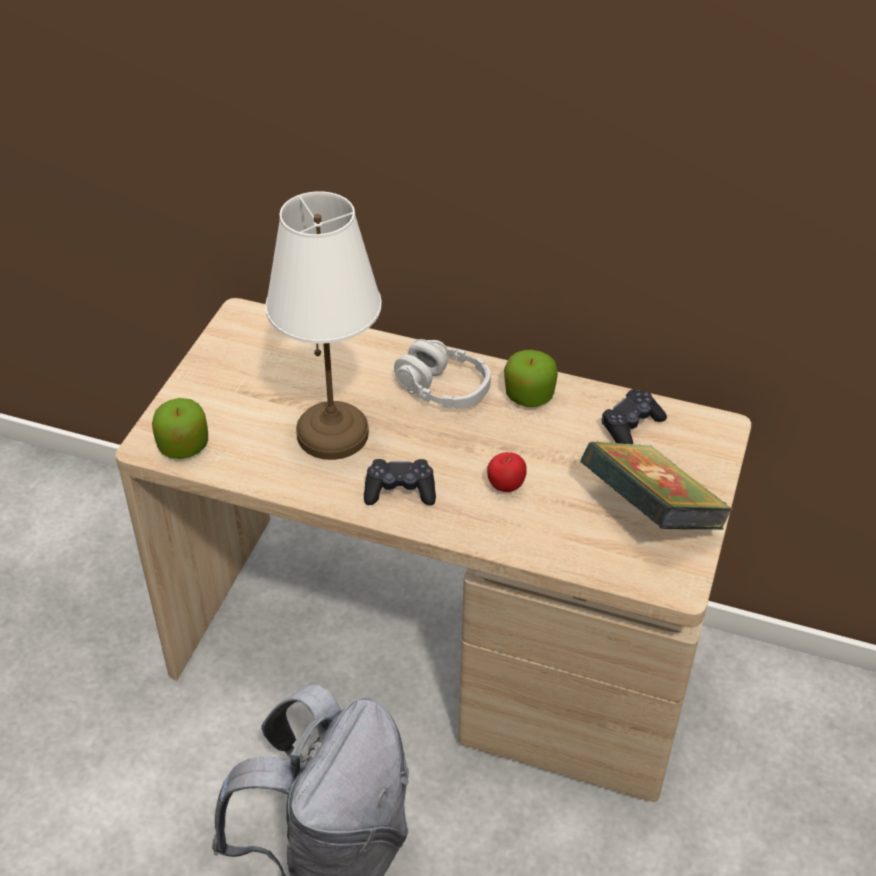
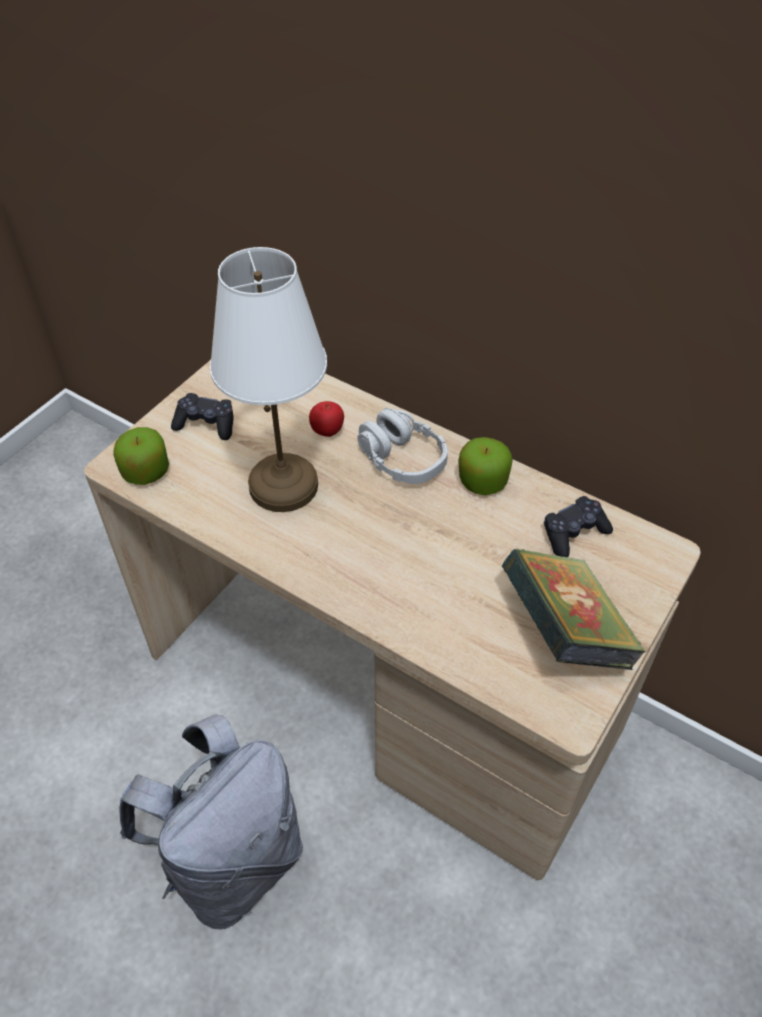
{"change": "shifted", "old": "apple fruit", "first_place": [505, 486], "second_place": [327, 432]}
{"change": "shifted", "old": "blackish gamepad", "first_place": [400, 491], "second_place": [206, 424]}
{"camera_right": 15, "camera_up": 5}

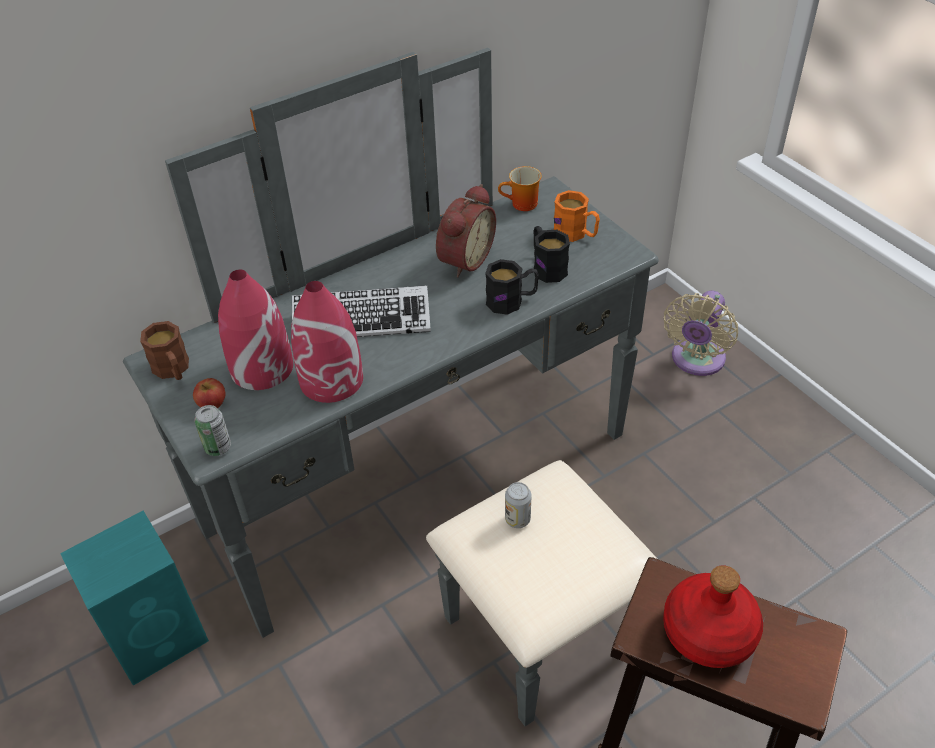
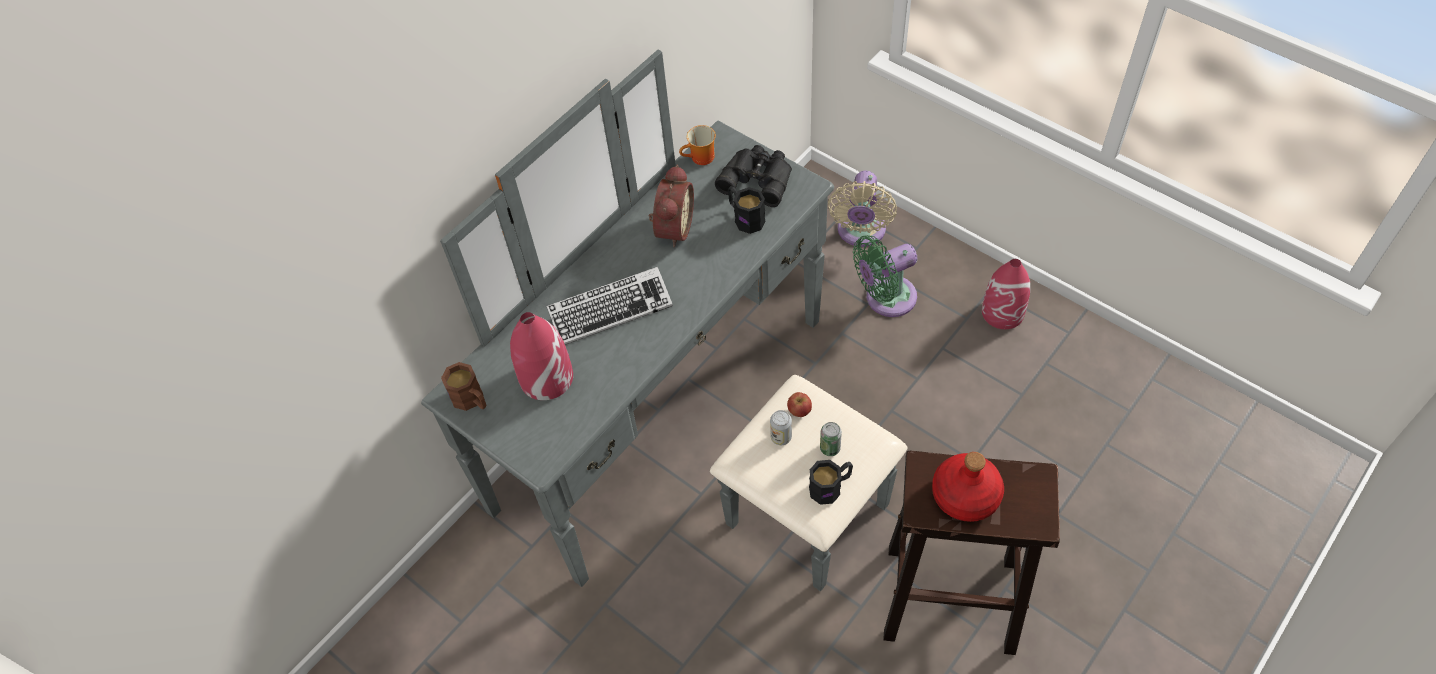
{"change": "swapped", "old": "orangey coffee mug", "new": "blackish pair of binoculars", "first_place": [576, 234], "second_place": [758, 178]}
{"change": "shifted", "old": "blackish coffee mug", "first_place": [512, 301], "second_place": [831, 487]}
{"change": "shifted", "old": "red-coloured flower vase", "first_place": [332, 380], "second_place": [1003, 312]}
{"change": "shifted", "old": "apple fruit", "first_place": [213, 405], "second_place": [799, 411]}
{"change": "shifted", "old": "metal can", "first_place": [218, 447], "second_place": [830, 448]}
{"change": "gone", "old": "blue-green audio speaker", "first_place": [159, 635]}
{"change": "new", "new": "green-coloured fan", "second_place": [885, 298]}
{"camera_right": -15, "camera_up": 10}

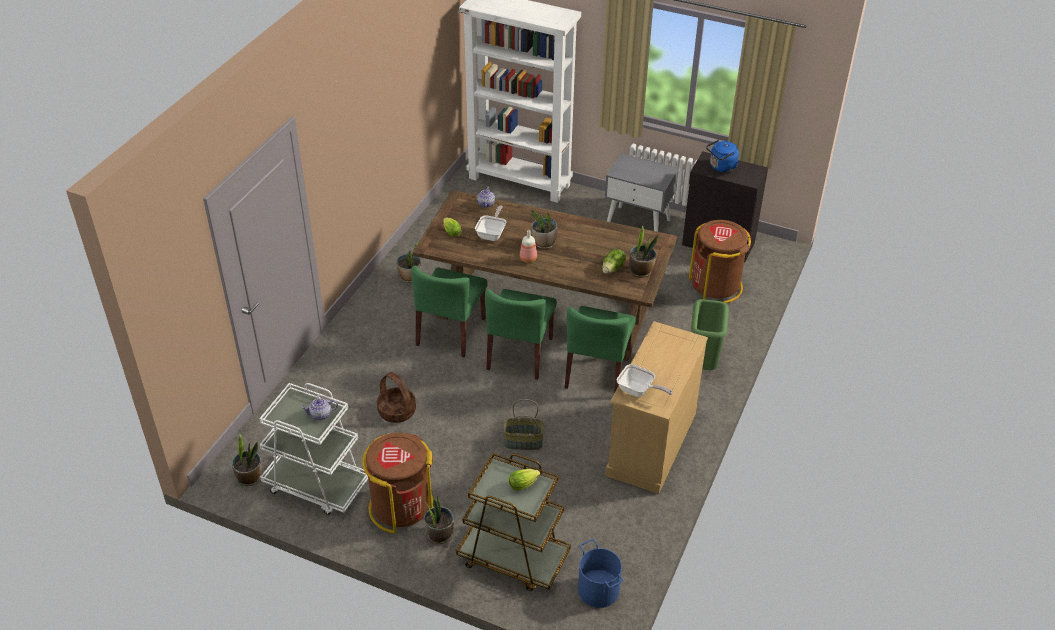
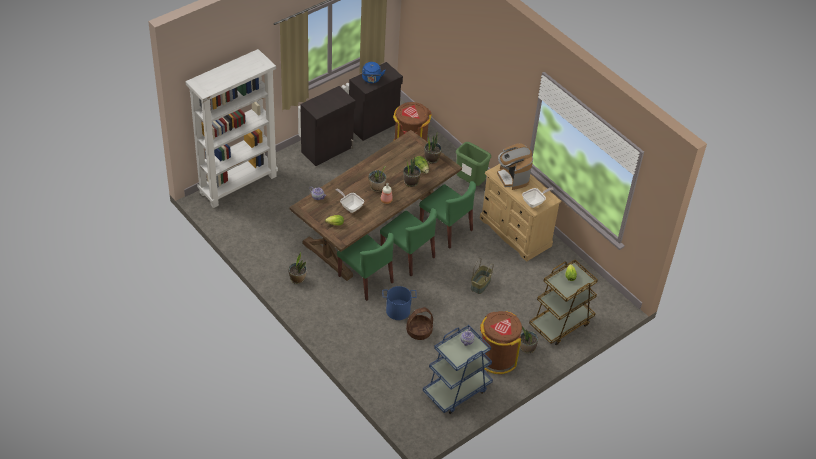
{"change": "swapped", "old": "greyish nightstand", "new": "blackish cabinet", "first_place": [638, 224], "second_place": [328, 150]}
{"change": "repainted", "old": "white-coloured cart", "new": "blue cart", "first_place": [316, 485], "second_place": [456, 390]}
{"change": "shifted", "old": "plant in a pot", "first_place": [249, 478], "second_place": [411, 182]}
{"change": "shifted", "old": "blue pail", "first_place": [598, 590], "second_place": [398, 311]}
{"change": "new", "new": "coffee brewer", "second_place": [512, 177]}
{"camera_right": -65, "camera_up": 5}

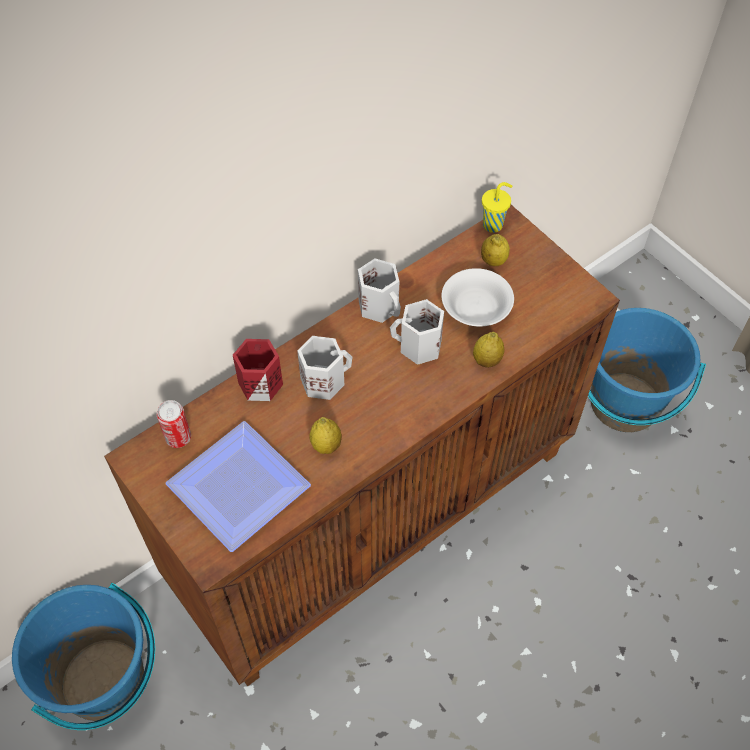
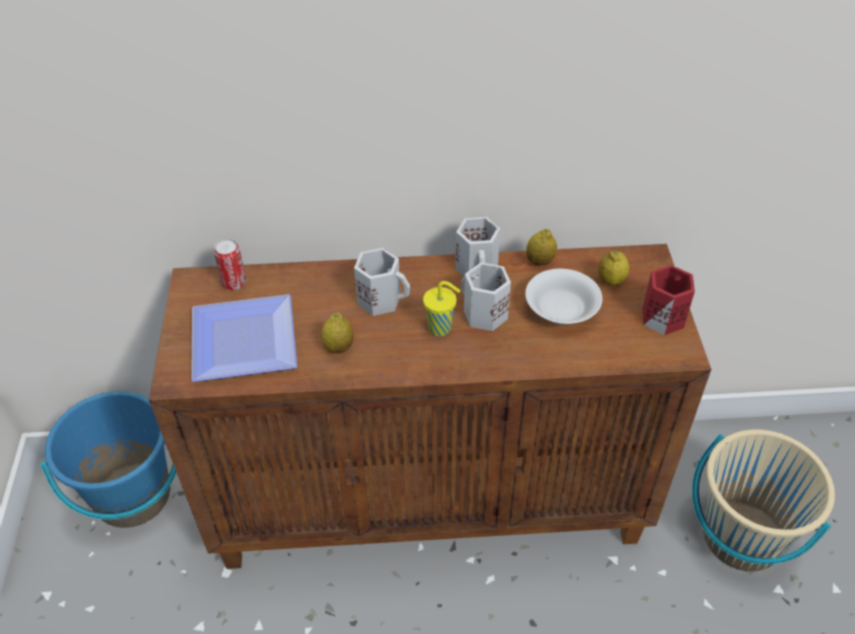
{"change": "shifted", "old": "yellow-coloured small cup", "first_place": [494, 224], "second_place": [441, 328]}
{"change": "repainted", "old": "blue pail", "new": "sand-coloured pail", "first_place": [624, 404], "second_place": [741, 537]}
{"change": "shifted", "old": "lemon", "first_place": [487, 360], "second_place": [539, 261]}
{"change": "shifted", "old": "red-coloured coffee mug", "first_place": [259, 382], "second_place": [662, 316]}
{"camera_right": 35, "camera_up": -10}

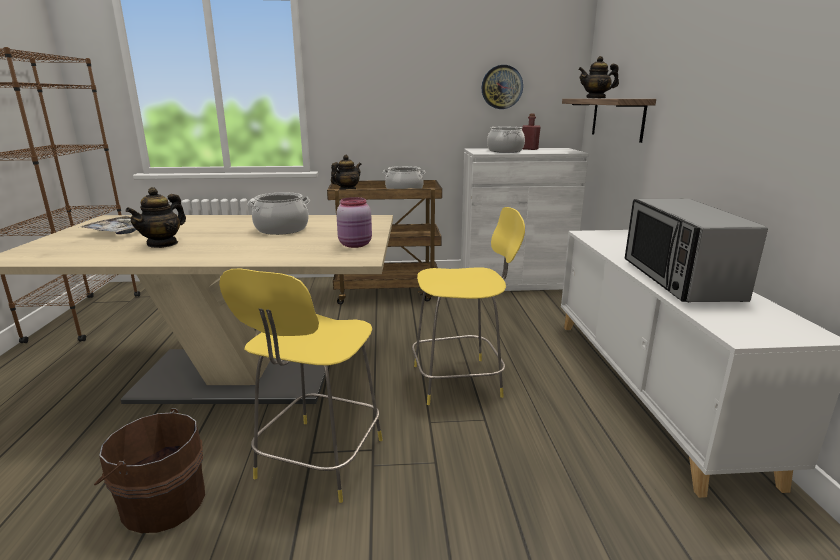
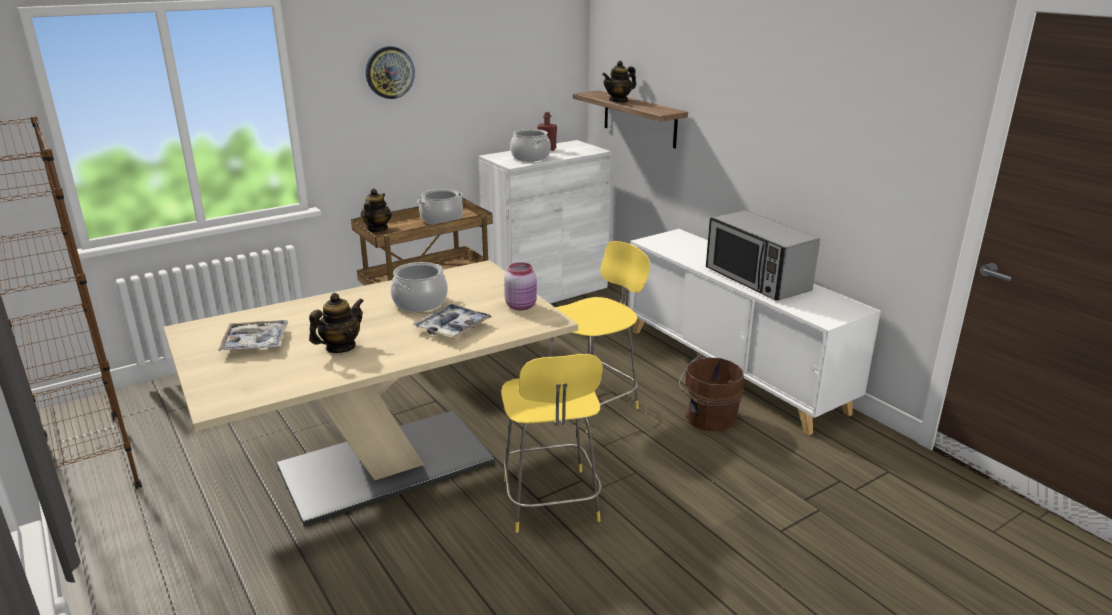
{"change": "shifted", "old": "clock on the wall", "first_place": [501, 87], "second_place": [389, 72]}
{"change": "rotated", "old": "teapot", "first_place": [163, 244], "second_place": [340, 347], "degrees": -135}
{"change": "shifted", "old": "brown pail", "first_place": [161, 502], "second_place": [708, 417]}
{"change": "new", "new": "carrying tray", "second_place": [453, 328]}
{"camera_right": -30, "camera_up": 5}

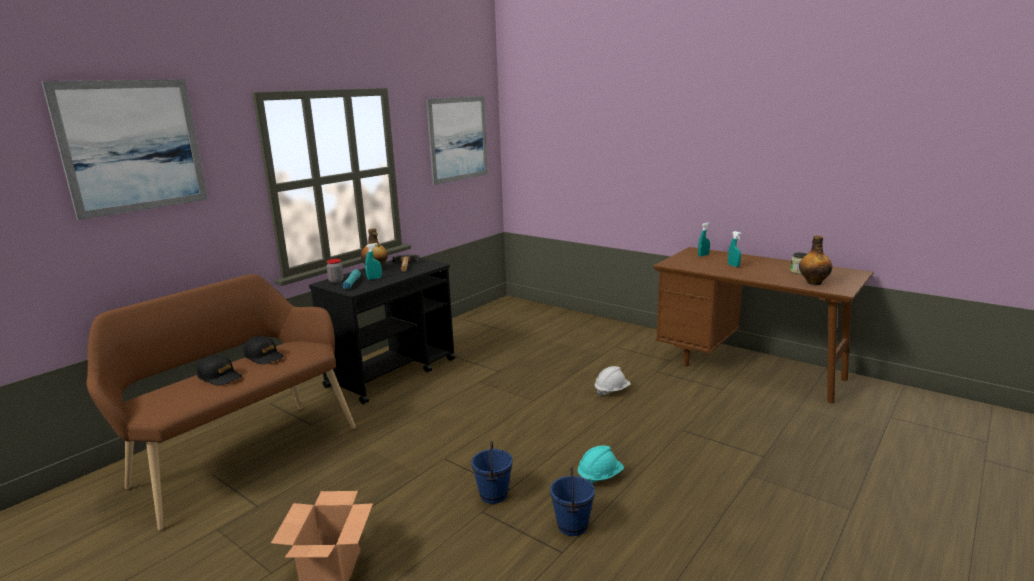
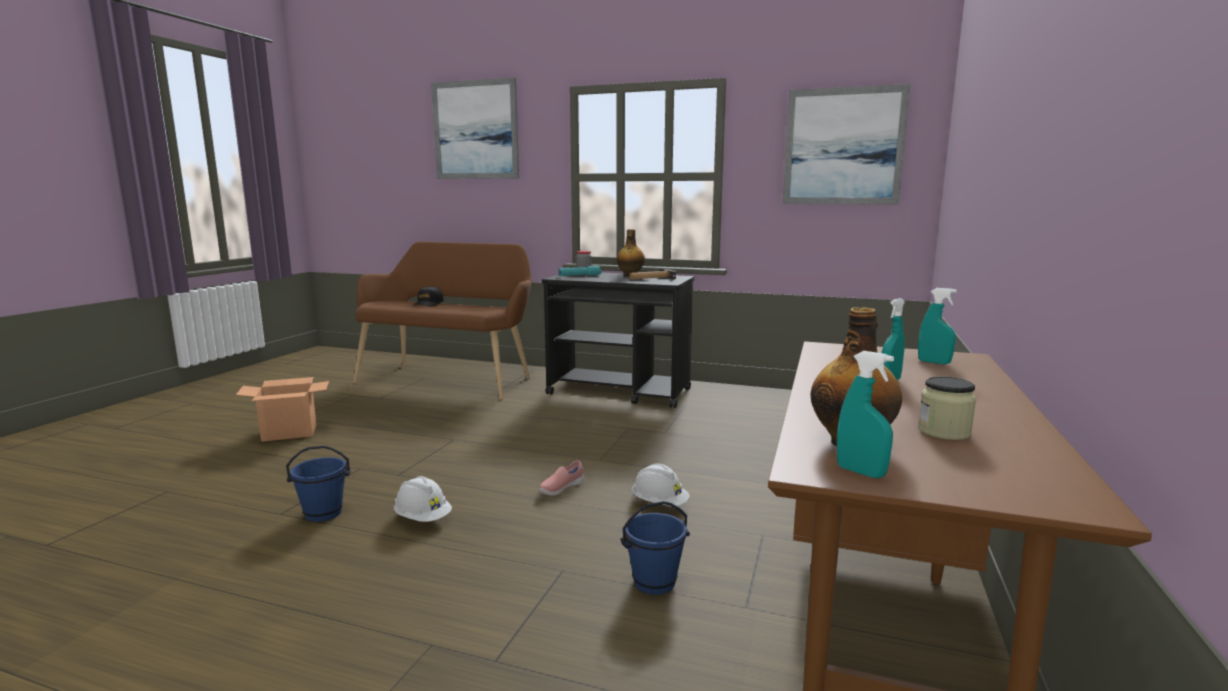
{"change": "shifted", "old": "blue-green hand sprayer", "first_place": [374, 278], "second_place": [860, 472]}
{"change": "gone", "old": "blackish baseball cap", "first_place": [264, 356]}
{"change": "shifted", "old": "blue pail", "first_place": [493, 495], "second_place": [654, 582]}
{"change": "repainted", "old": "blue-green work helmet", "new": "white-coloured work helmet", "first_place": [600, 476], "second_place": [423, 518]}
{"change": "new", "new": "pinkish low shoe", "second_place": [561, 489]}
{"camera_right": 70, "camera_up": -5}

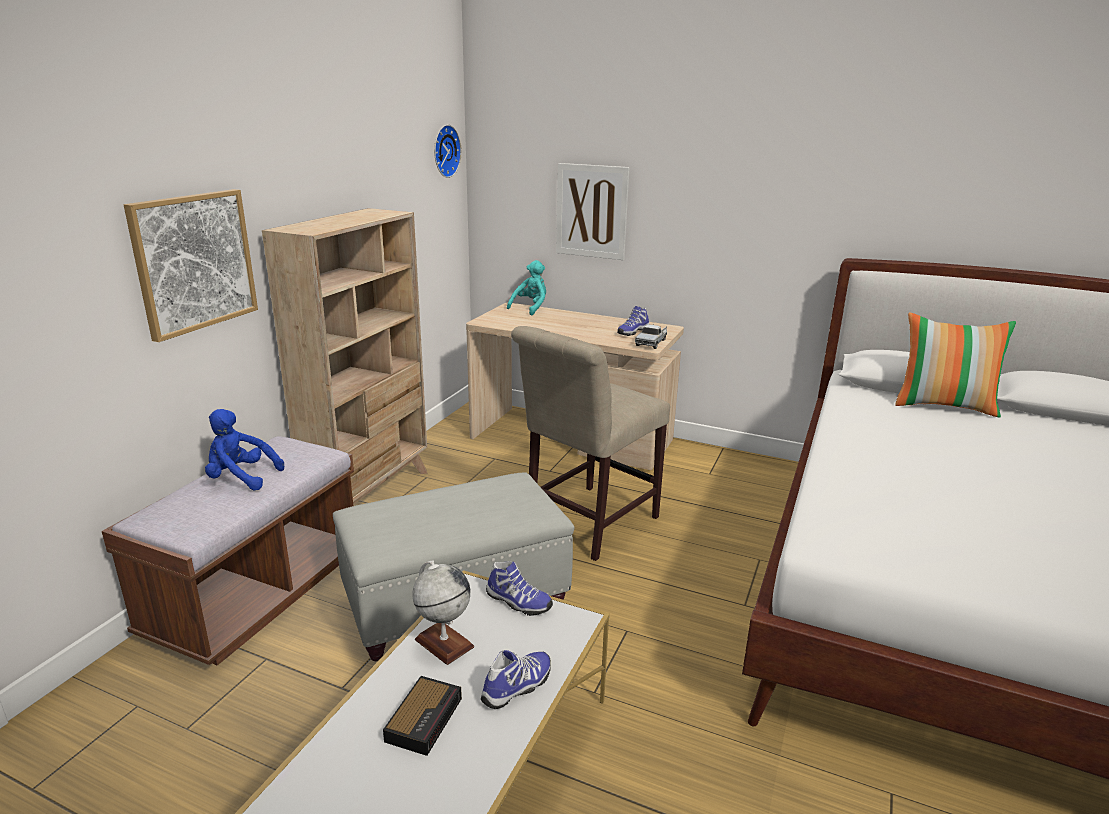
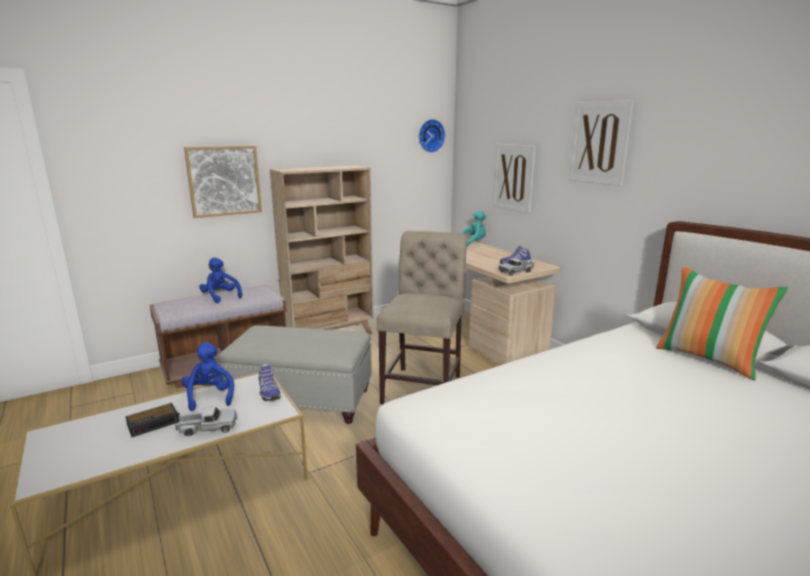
{"change": "rotated", "old": "sand-coloured plain chair", "first_place": [586, 524], "second_place": [424, 386], "degrees": 120}
{"change": "swapped", "old": "desk globe", "new": "blue plush toy", "first_place": [444, 643], "second_place": [210, 396]}
{"change": "swapped", "old": "low shoe", "new": "toy truck", "first_place": [518, 687], "second_place": [207, 428]}
{"change": "new", "new": "wall picture", "second_place": [599, 143]}
{"camera_right": 35, "camera_up": -5}

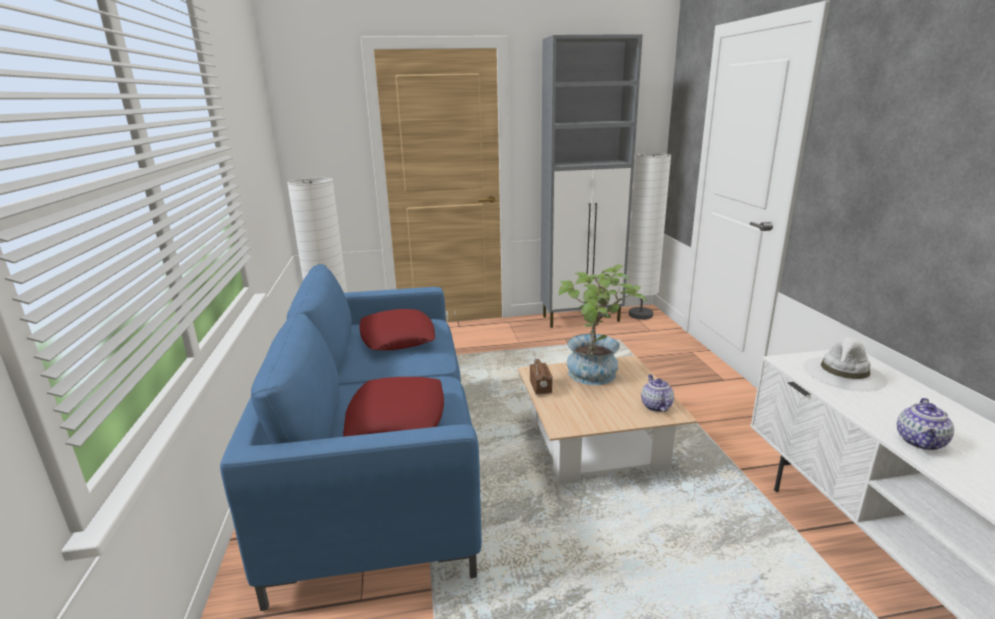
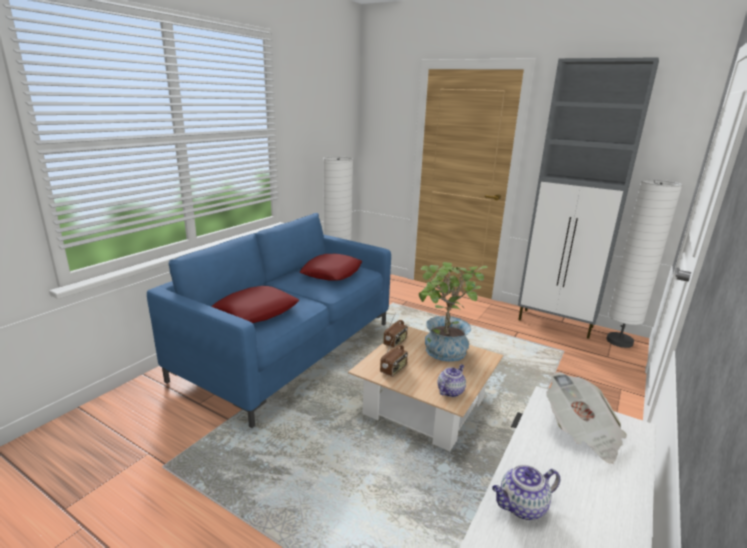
{"change": "swapped", "old": "white-coloured hat", "new": "newspaper", "first_place": [844, 374], "second_place": [582, 433]}
{"change": "new", "new": "radio receiver", "second_place": [394, 370]}
{"camera_right": 40, "camera_up": 0}

